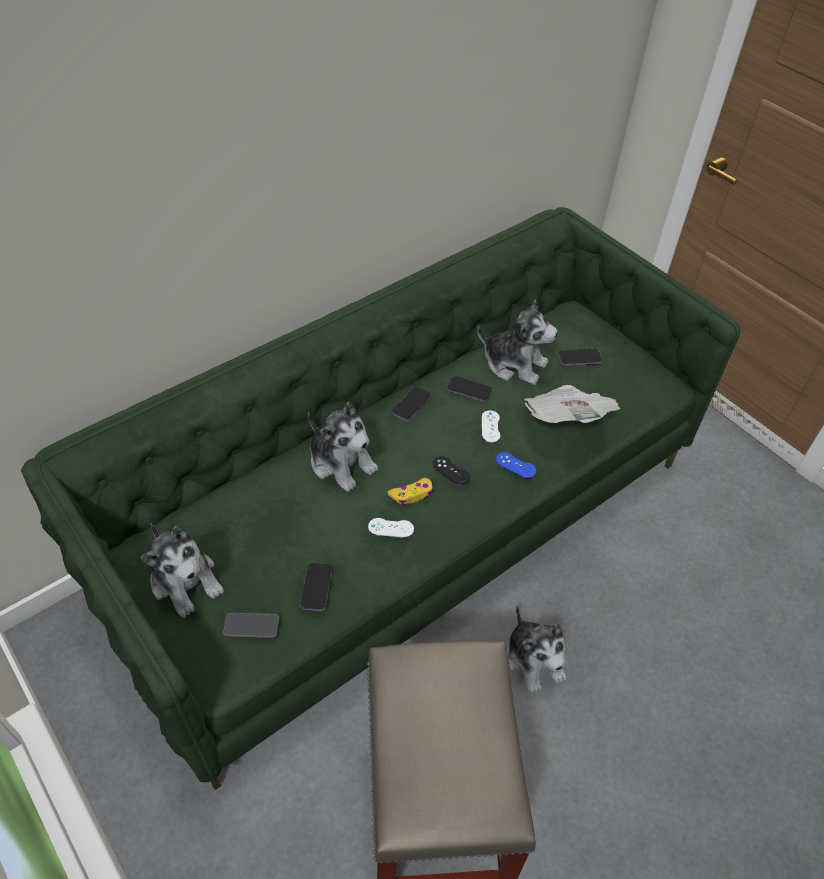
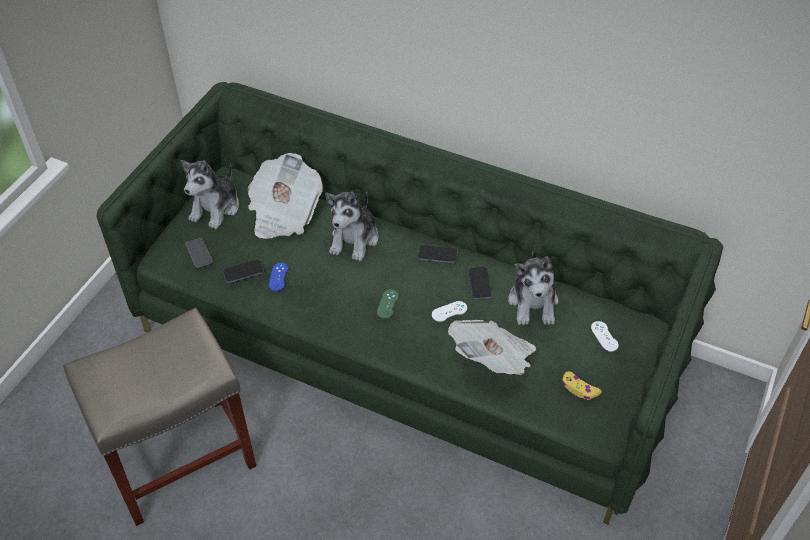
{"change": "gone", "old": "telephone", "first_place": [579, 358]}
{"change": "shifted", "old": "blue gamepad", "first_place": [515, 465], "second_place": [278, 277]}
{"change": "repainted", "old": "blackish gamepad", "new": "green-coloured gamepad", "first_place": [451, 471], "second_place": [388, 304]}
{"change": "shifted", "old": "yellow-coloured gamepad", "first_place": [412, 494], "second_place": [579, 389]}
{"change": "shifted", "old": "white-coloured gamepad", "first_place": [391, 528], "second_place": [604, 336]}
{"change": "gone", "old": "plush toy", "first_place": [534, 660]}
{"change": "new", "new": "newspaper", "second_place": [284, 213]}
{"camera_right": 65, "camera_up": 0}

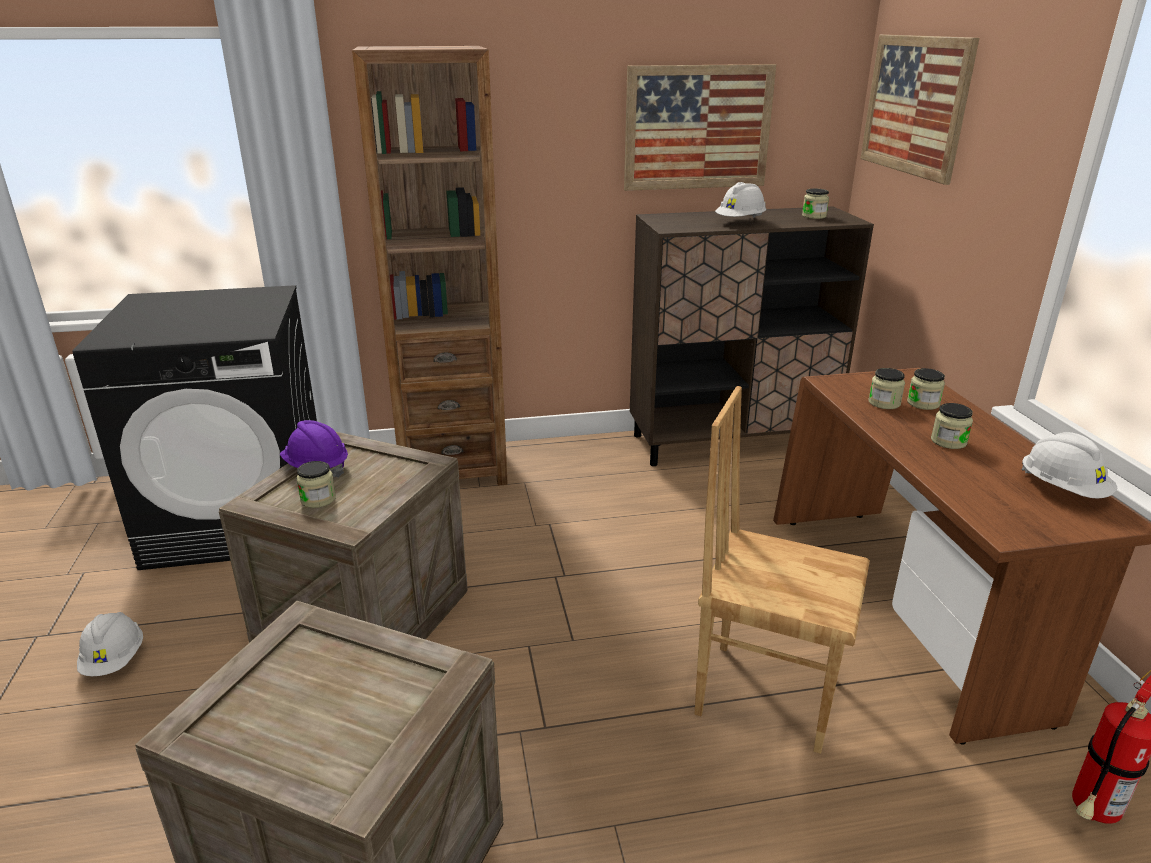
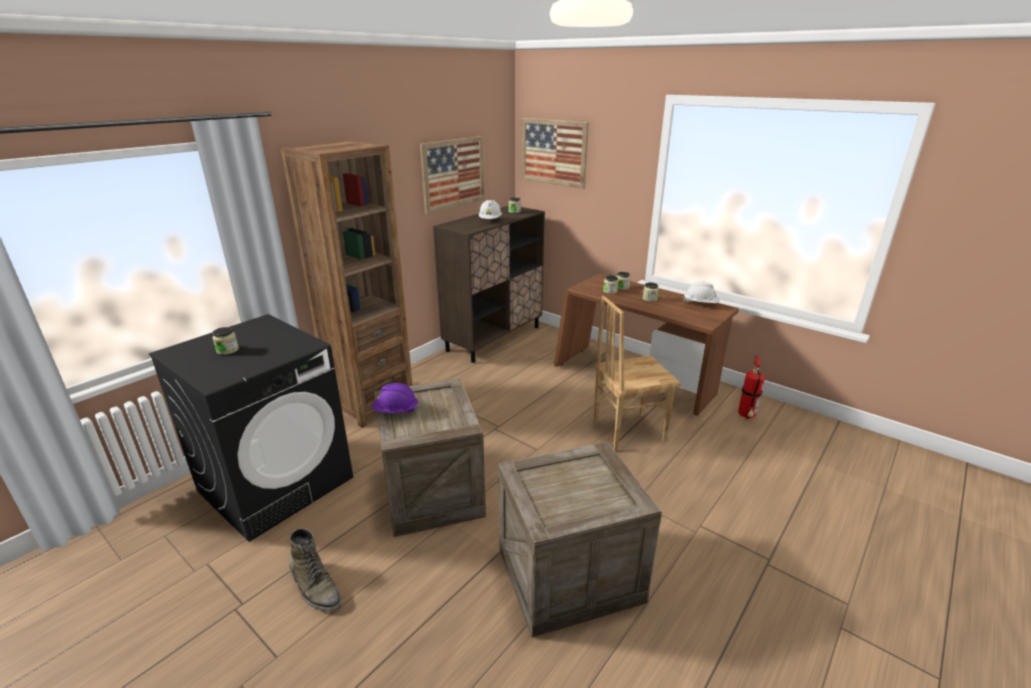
{"change": "shifted", "old": "storage jar", "first_place": [318, 499], "second_place": [227, 350]}
{"change": "swapped", "old": "white-coloured work helmet", "new": "green-coloured tall boot", "first_place": [114, 660], "second_place": [315, 586]}
{"camera_right": -40, "camera_up": 0}

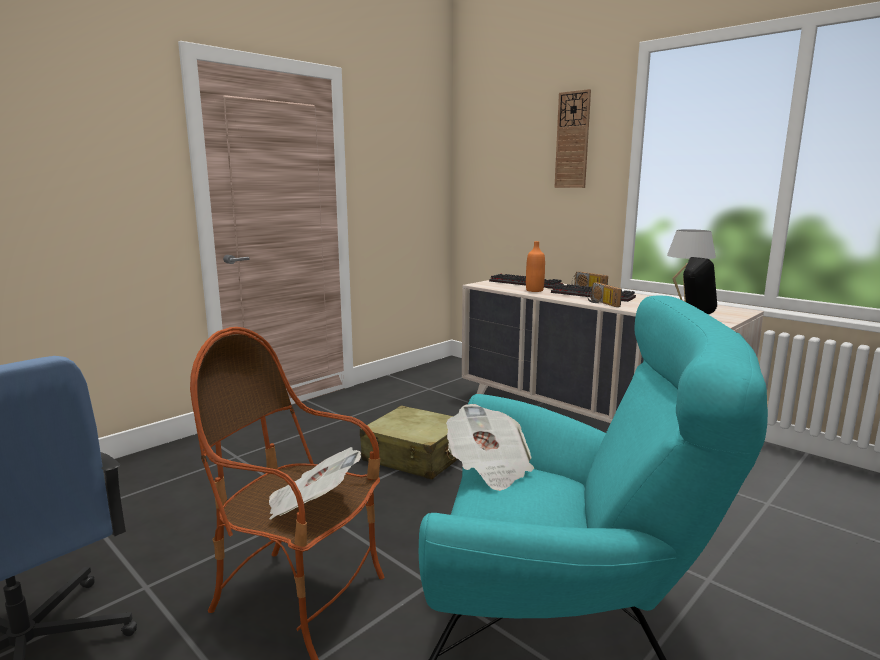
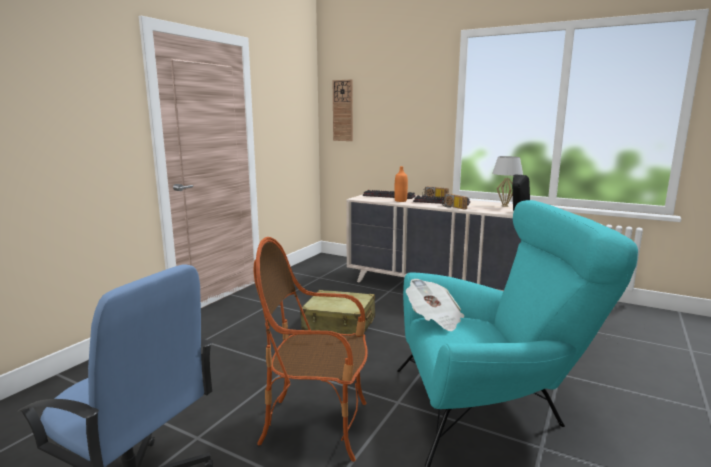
{"change": "shifted", "old": "clock on the wall", "first_place": [572, 140], "second_place": [343, 110]}
{"change": "gone", "old": "newspaper", "first_place": [312, 505]}
{"camera_right": -15, "camera_up": 0}

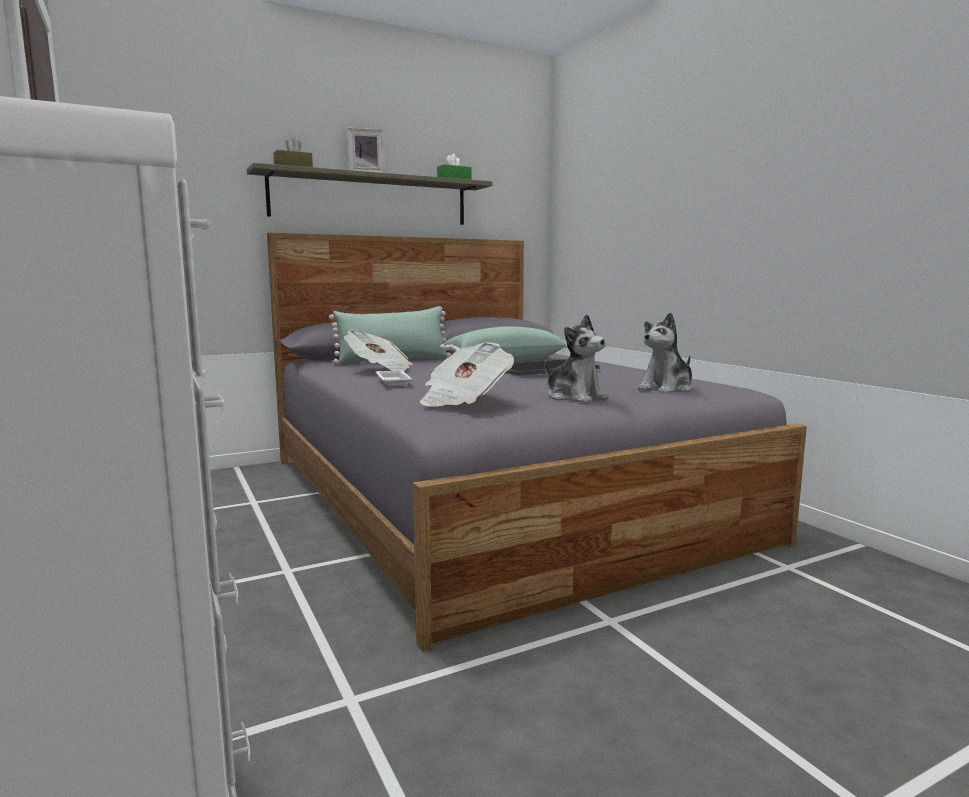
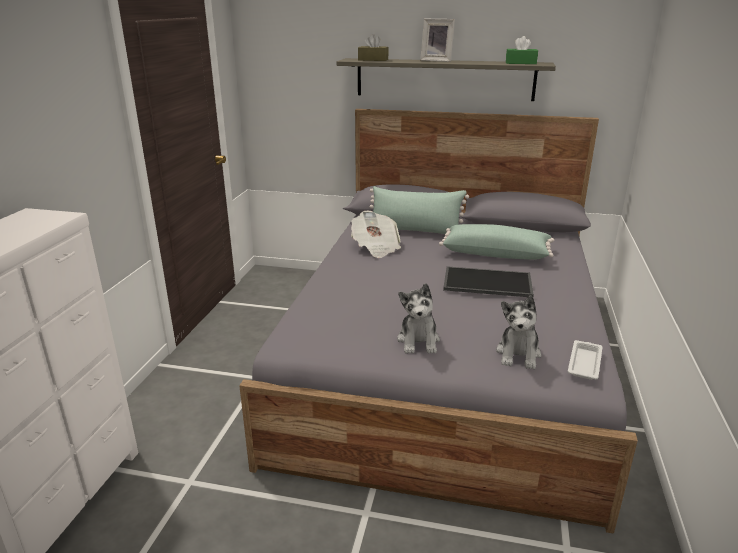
{"change": "rotated", "old": "plush toy", "first_place": [667, 389], "second_place": [518, 354], "degrees": -75}
{"change": "gone", "old": "newspaper", "first_place": [464, 400]}
{"change": "shifted", "old": "white-coloured carrying tray", "first_place": [393, 381], "second_place": [584, 363]}
{"camera_right": 40, "camera_up": 15}

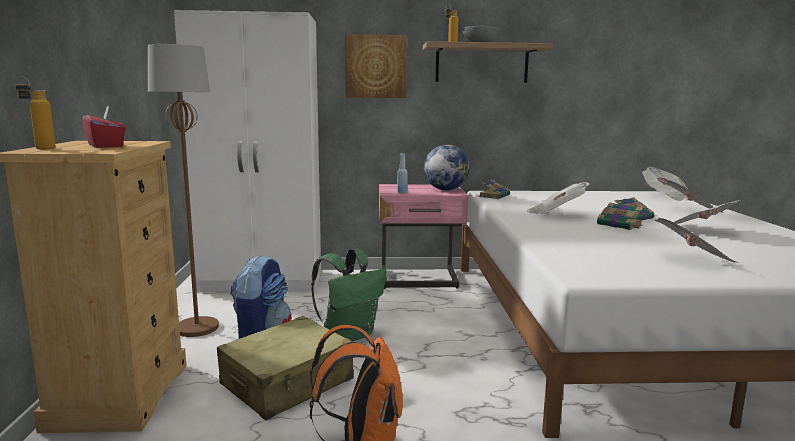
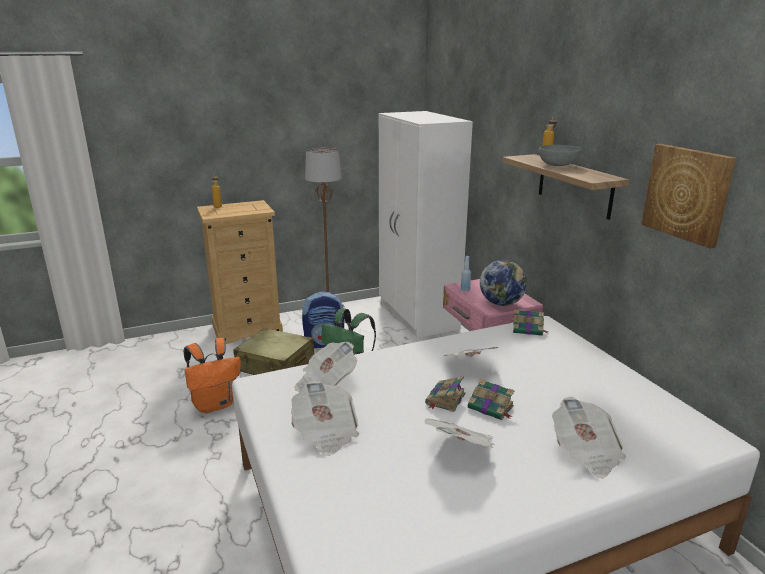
{"change": "shifted", "old": "wall picture", "first_place": [375, 66], "second_place": [687, 193]}
{"change": "gone", "old": "red-coloured box of tissues", "first_place": [106, 146]}
{"change": "shifted", "old": "newspaper", "first_place": [665, 196], "second_place": [325, 383]}
{"camera_right": 70, "camera_up": 10}

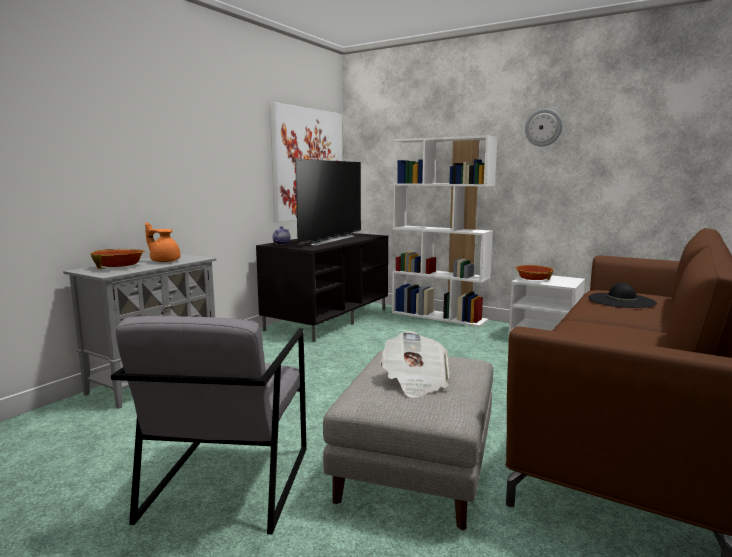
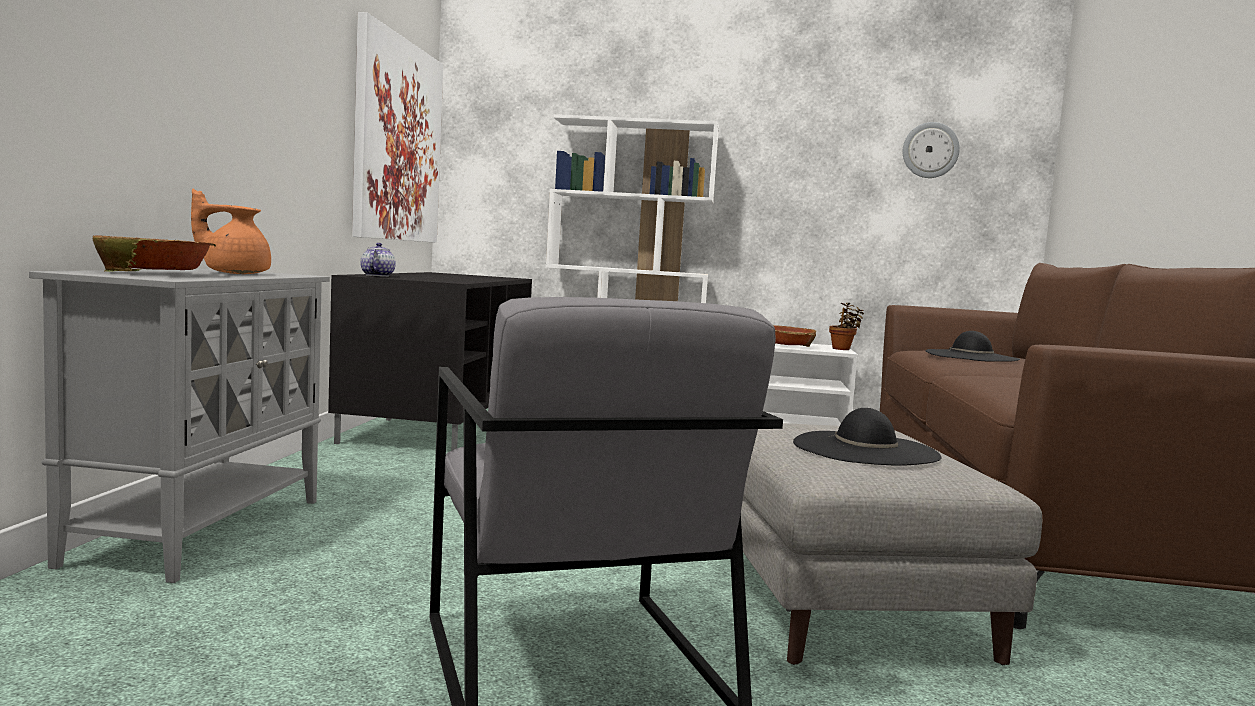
{"change": "shifted", "old": "clock on the wall", "first_place": [543, 127], "second_place": [930, 150]}
{"change": "gone", "old": "TV", "first_place": [328, 239]}
{"change": "swapped", "old": "newspaper", "new": "blackish hat", "first_place": [415, 382], "second_place": [865, 449]}
{"change": "new", "new": "plant in a pot", "second_place": [842, 349]}
{"camera_right": -25, "camera_up": -5}

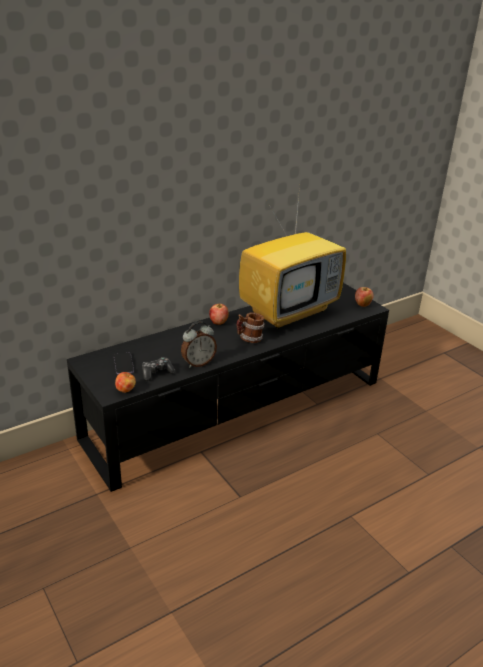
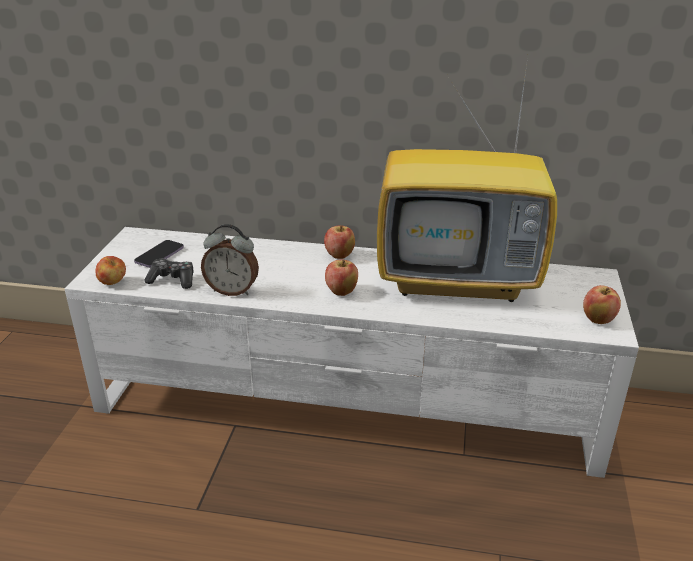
{"change": "repainted", "old": "blackish tv unit", "new": "white-coloured tv unit", "first_place": [239, 409], "second_place": [349, 401]}
{"change": "swapped", "old": "coffee mug", "new": "apple fruit", "first_place": [249, 339], "second_place": [341, 292]}
{"camera_right": 45, "camera_up": 0}

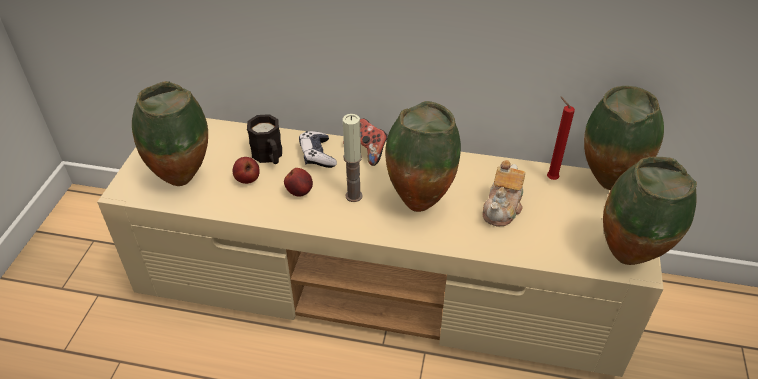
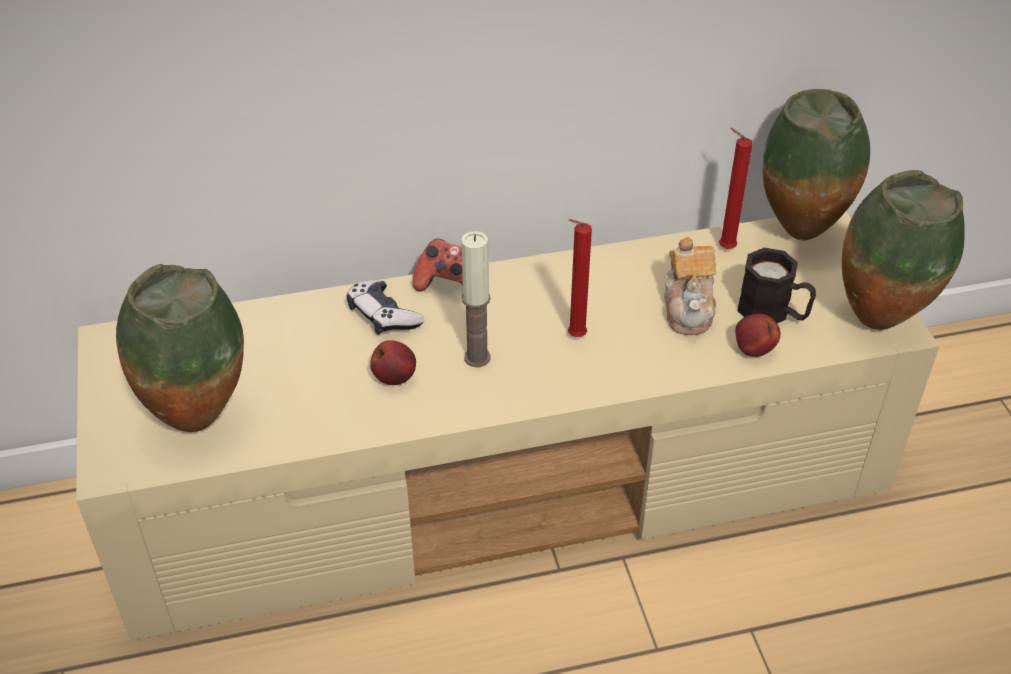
{"change": "swapped", "old": "flower vase", "new": "red-coloured wax light", "first_place": [419, 202], "second_place": [574, 337]}
{"change": "shifted", "old": "blackish coffee mug", "first_place": [269, 156], "second_place": [773, 313]}
{"change": "shifted", "old": "apple fruit", "first_place": [247, 180], "second_place": [753, 350]}
{"camera_right": -25, "camera_up": 0}

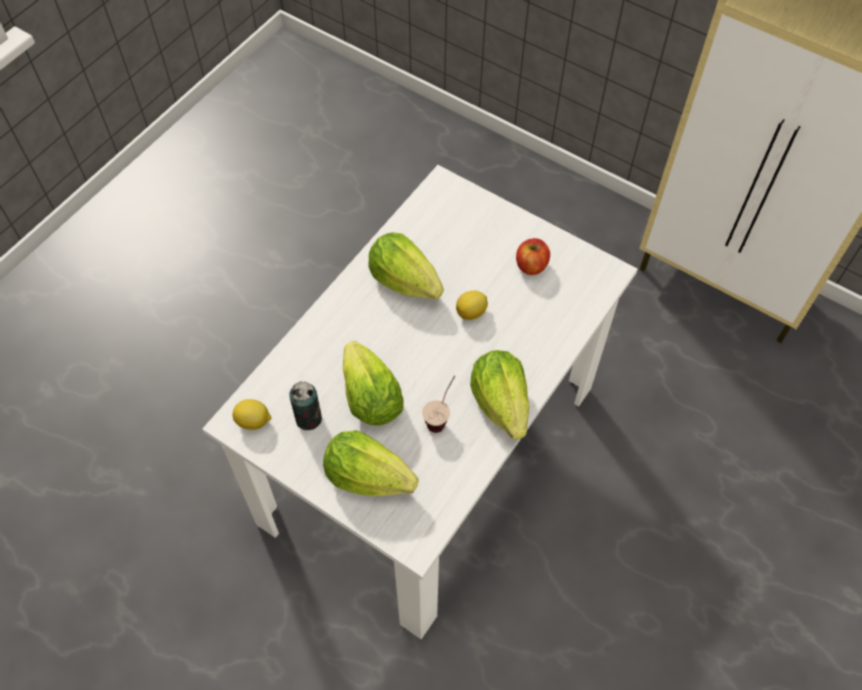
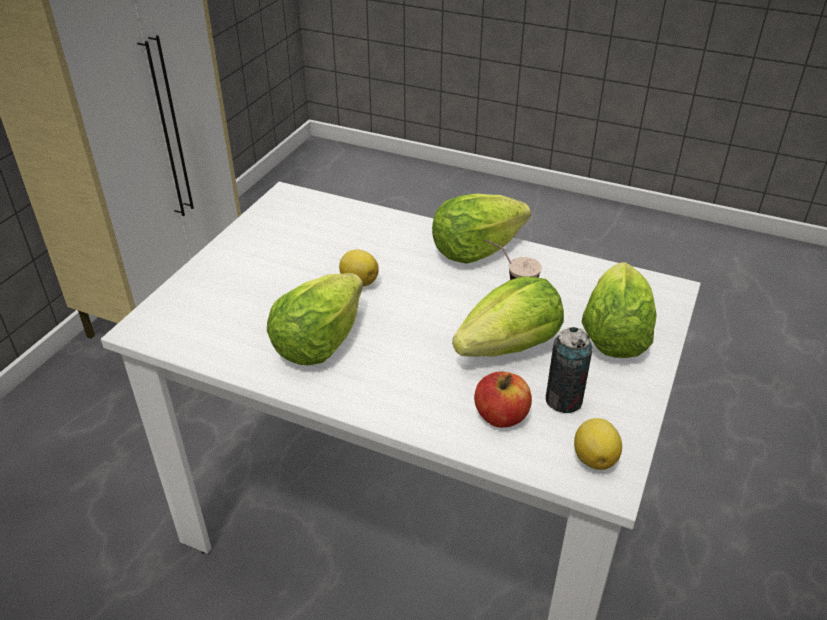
{"change": "shifted", "old": "apple fruit", "first_place": [531, 265], "second_place": [501, 416]}
{"camera_right": -100, "camera_up": -20}

